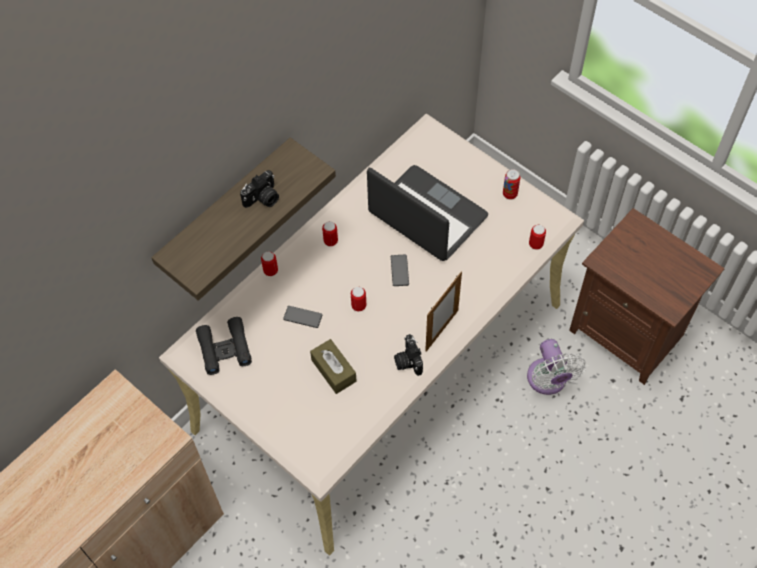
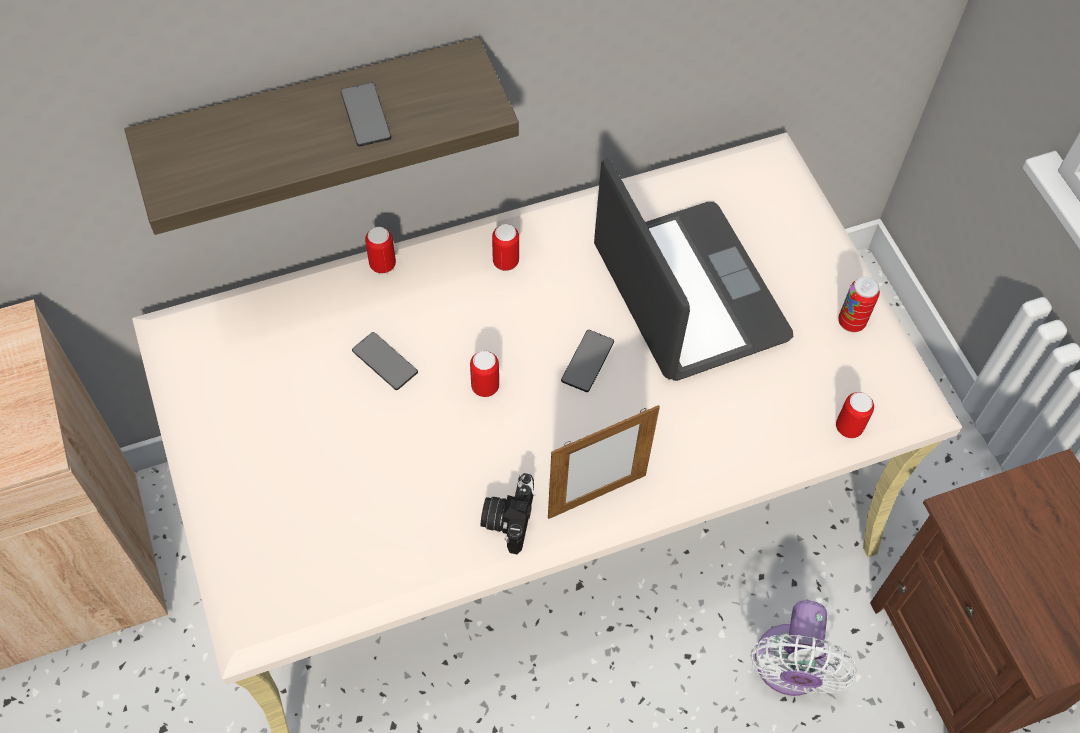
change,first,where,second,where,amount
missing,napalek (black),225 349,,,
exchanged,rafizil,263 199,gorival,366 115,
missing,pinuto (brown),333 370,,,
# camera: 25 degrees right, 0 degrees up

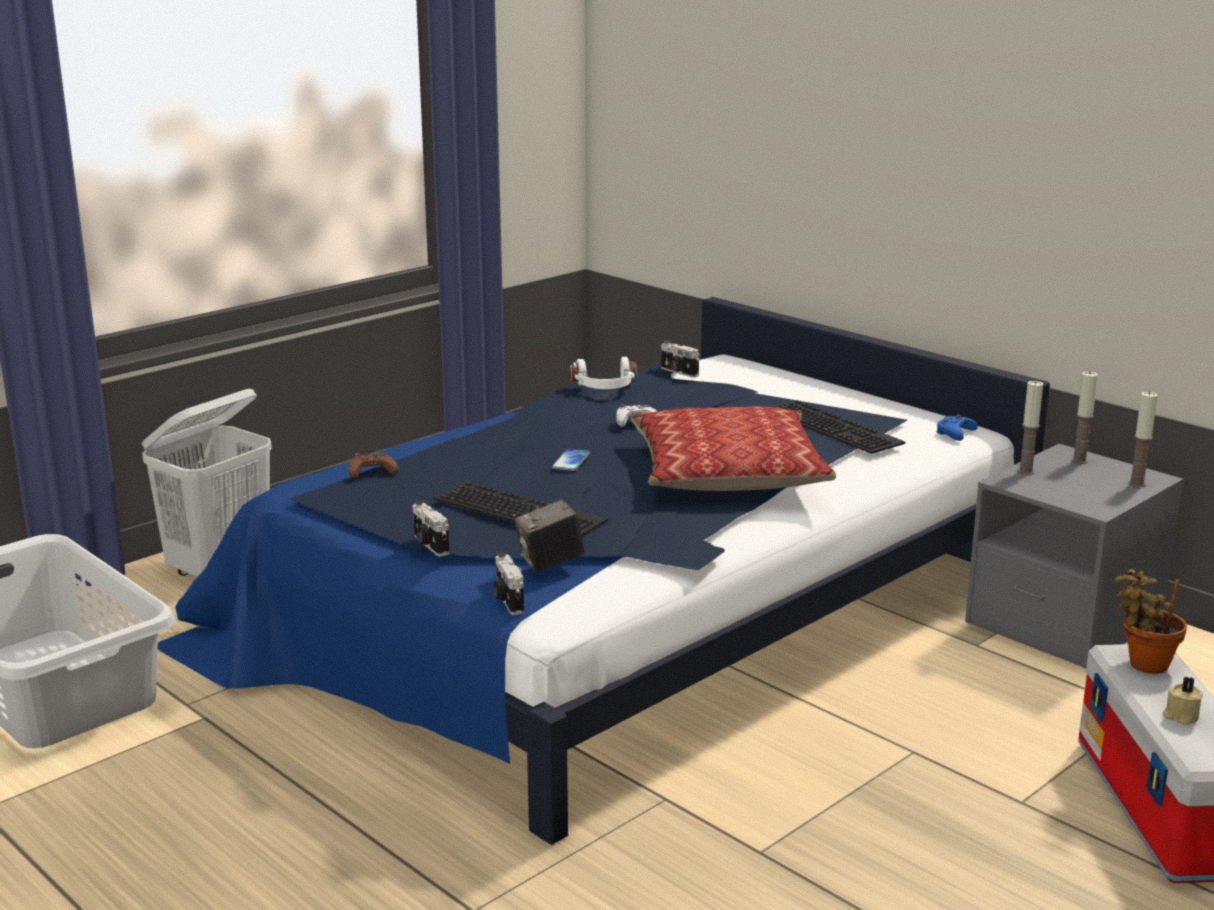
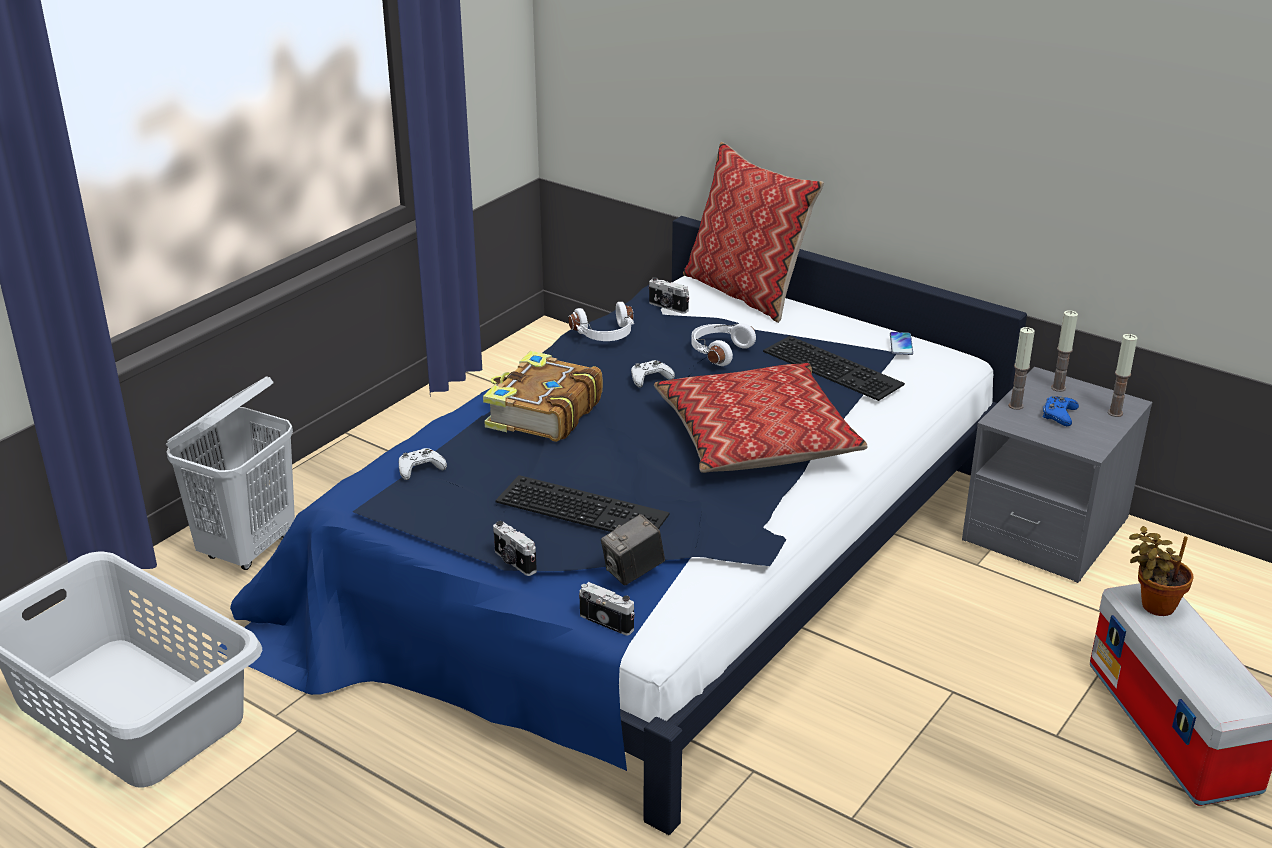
change,first,where,second,where,amount
colour,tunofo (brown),372 472,tunofo (white),420 469,
spun,rafizil,508 601,,608 621,150 degrees clockwise
relocated,gorival,571 461,,901 344,
relocated,tunofo (blue),955 433,,1059 415,
missing,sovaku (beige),1180 716,,,
appeared,,,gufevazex,542 413,
appeared,,,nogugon,746 292,
appeared,,,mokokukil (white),718 351,
# camera: 10 degrees left, 10 degrees up

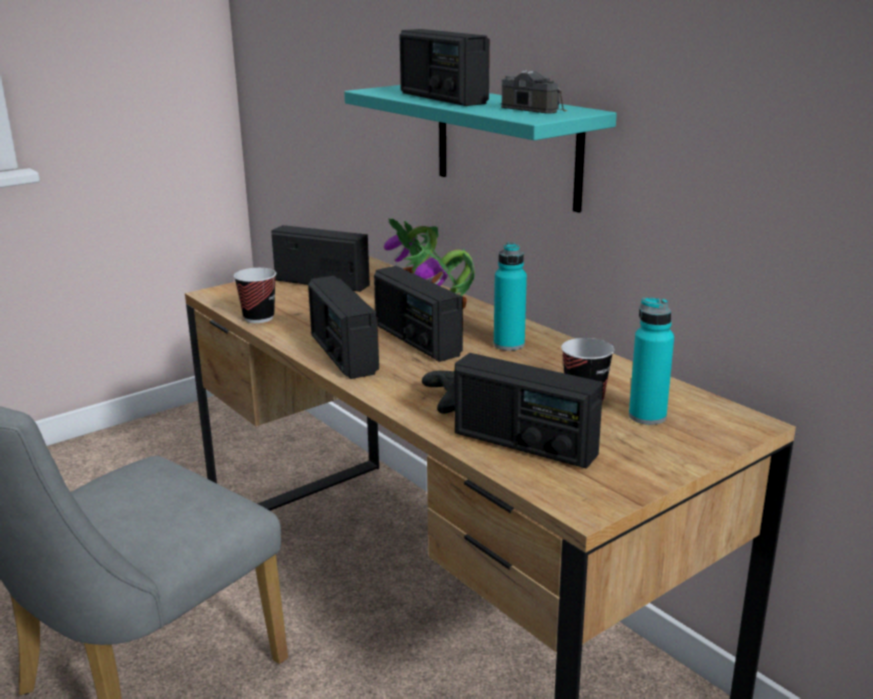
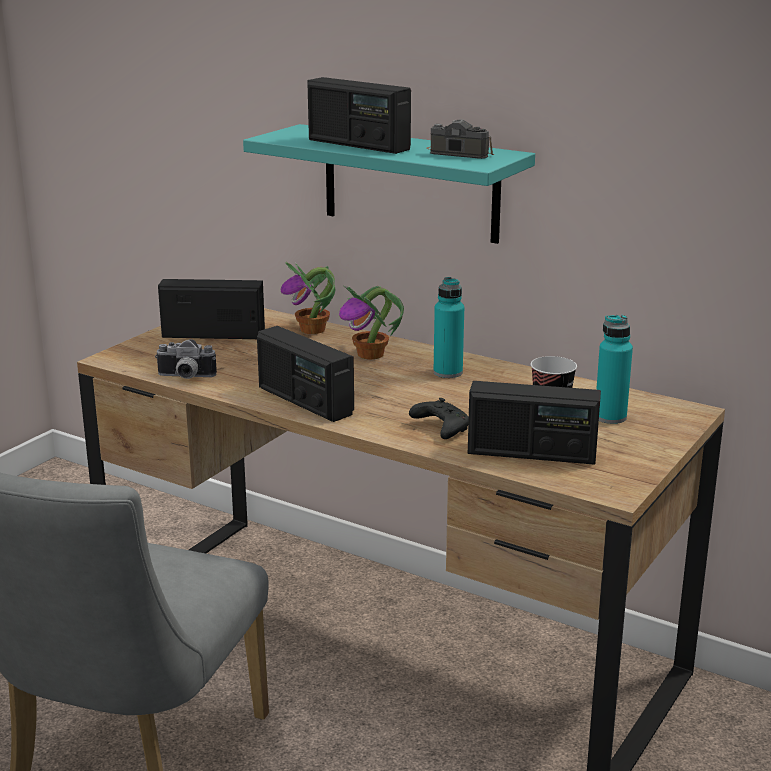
change,first,where,second,where,amount
exchanged,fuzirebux,259 318,rafizil,185 377,
missing,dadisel,416 341,,,
# camera: 20 degrees left, 0 degrees up

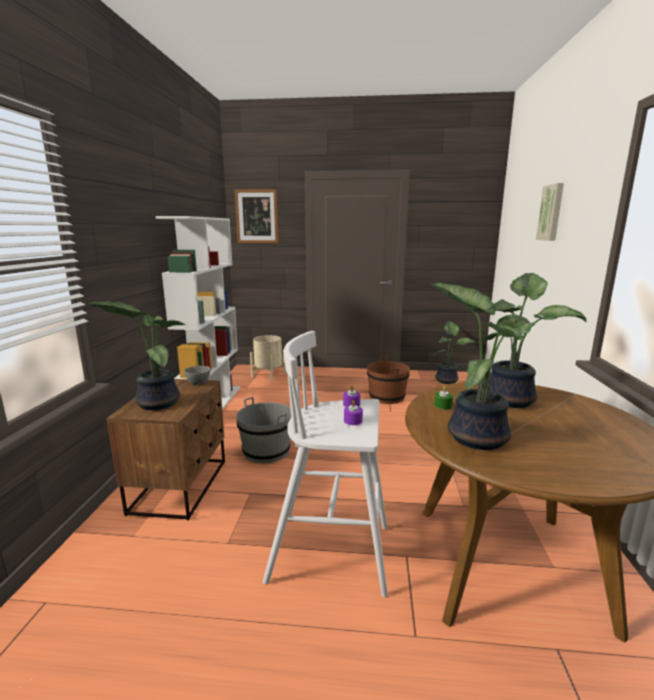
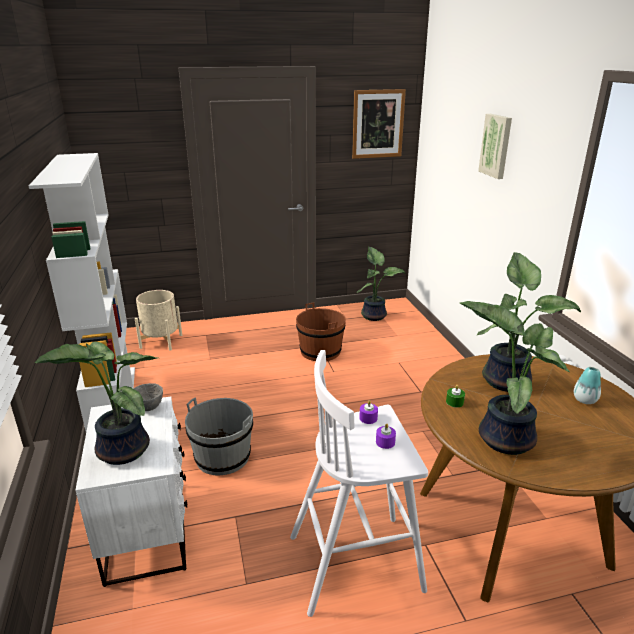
change,first,where,second,where,amount
colour,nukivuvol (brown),181 486,nukivuvol (white),148 529,
relocated,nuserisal,256 216,,378 124,
appeared,,,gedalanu,584 400,
# camera: 20 degrees left, 10 degrees up

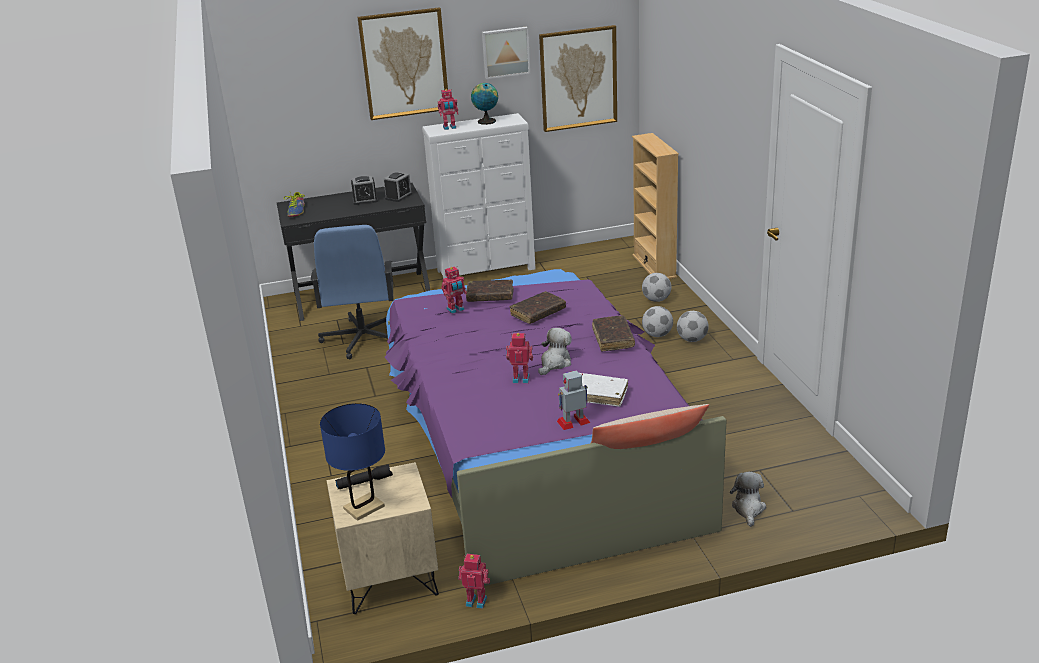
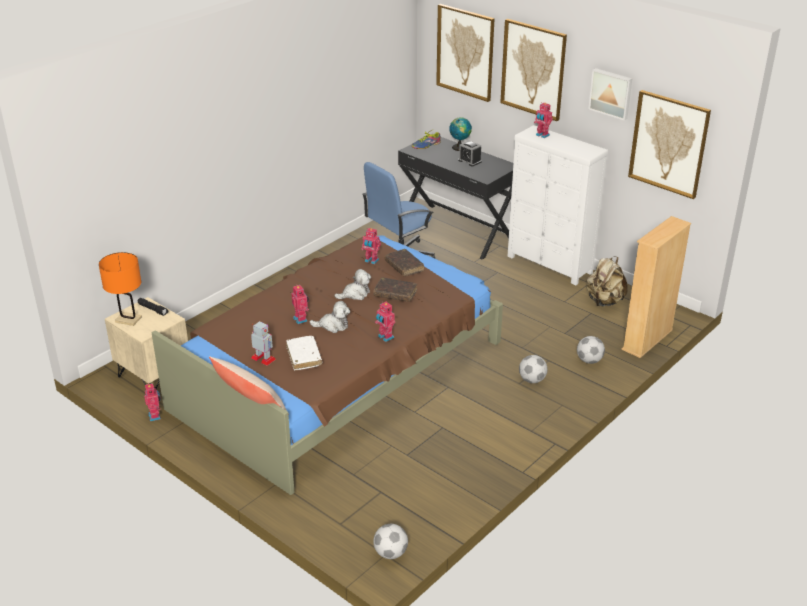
change,first,where,second,where,amount
colour,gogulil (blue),364 507,gogulil (orange),128 319,
missing,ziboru,398 196,,,
colour,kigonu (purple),534 436,kigonu (brown),341 373,
relocated,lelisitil,486 121,,459 147,
exchanged,gufevazex (brown),613 338,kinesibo,385 337,
relocated,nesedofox,692 340,,390 553,
relocated,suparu,748 509,,355 294,
appeared,,,nuserisal,465 52,
appeared,,,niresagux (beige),604 301,
# camera: 55 degrees right, 5 degrees up

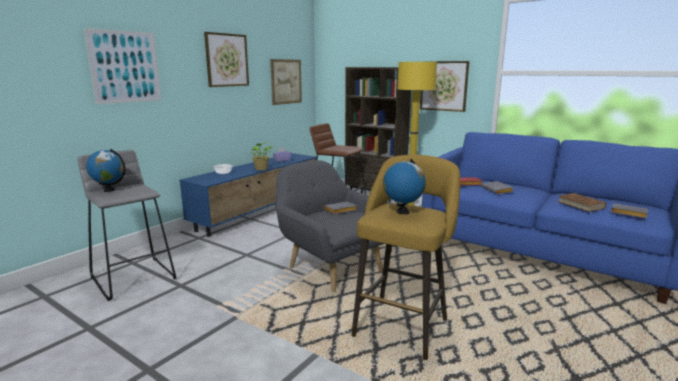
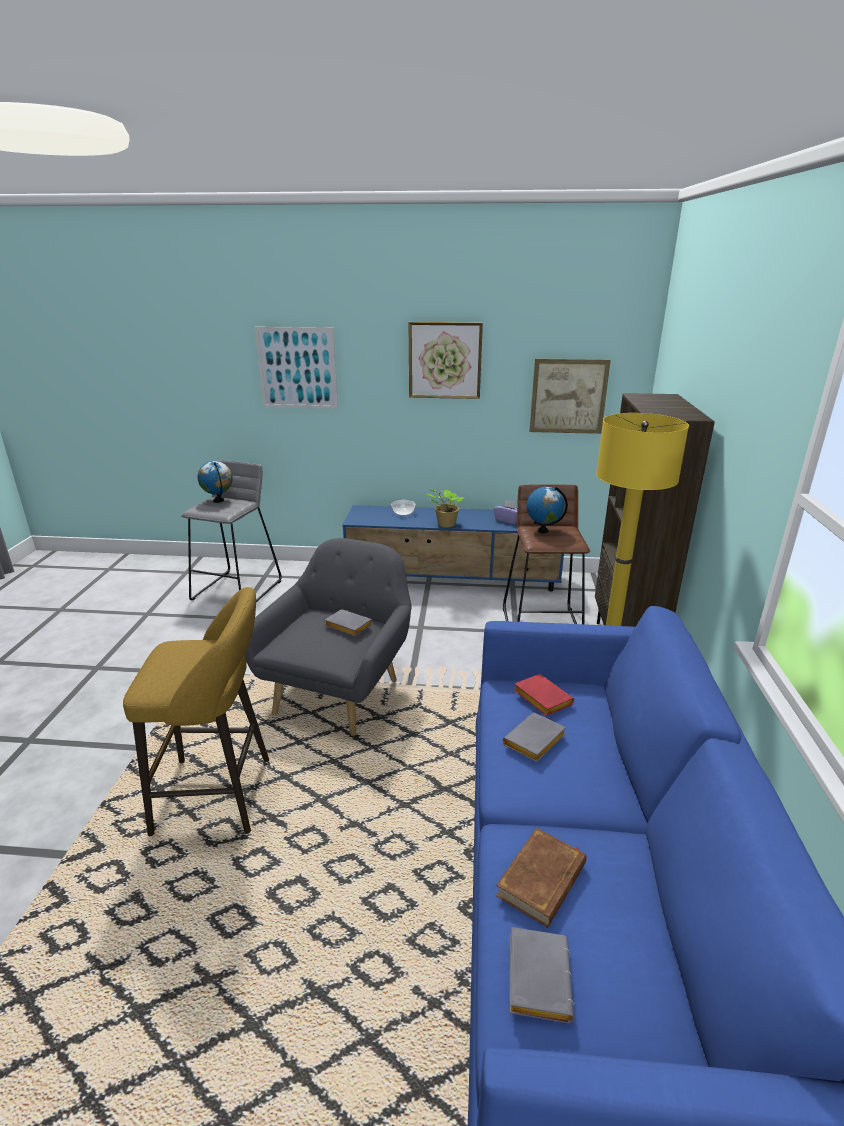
change,first,where,second,where,amount
relocated,lelisitil,402 212,,543 530,
missing,nuserisal,444 86,,,
# camera: 60 degrees right, 10 degrees up

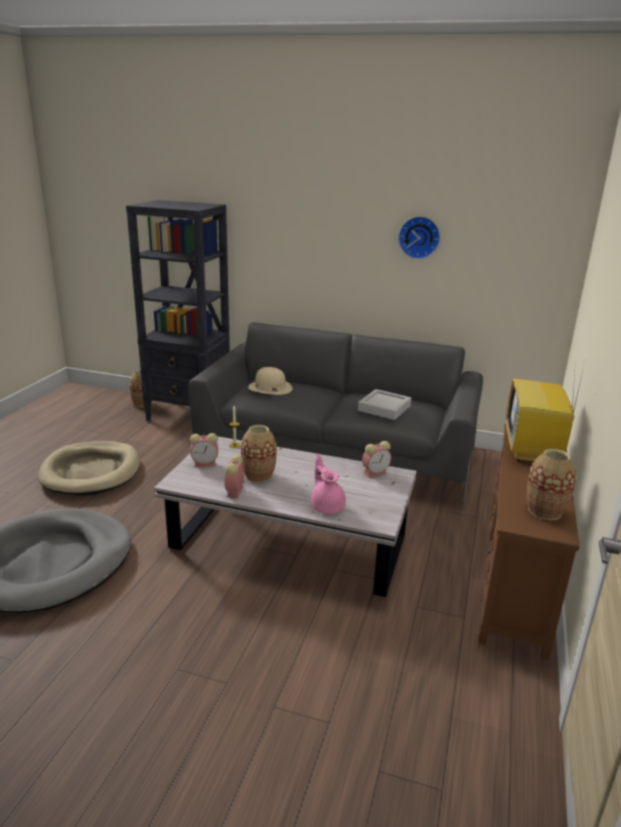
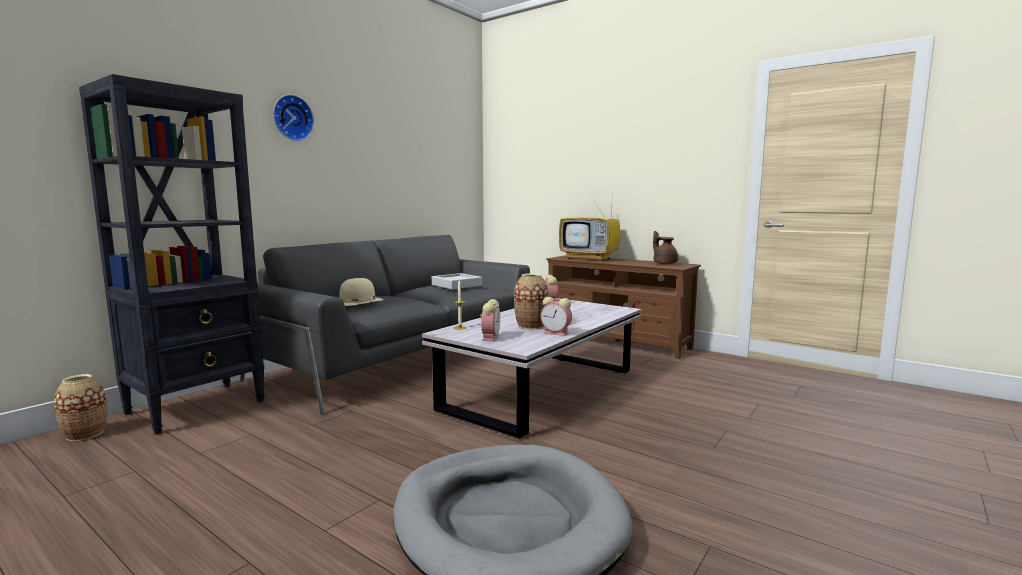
change,first,where,second,where,amount
missing,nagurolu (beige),91 472,,,
missing,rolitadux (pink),327 506,,,
relocated,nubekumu,419 237,,292 118,
exchanged,gedalanu,545 511,rolitadux (brown),664 263,
# camera: 70 degrees left, 15 degrees down

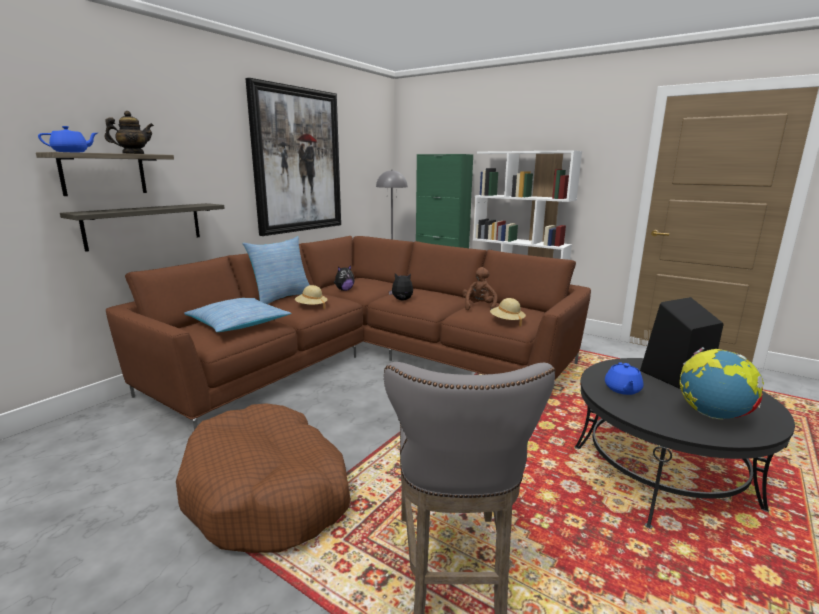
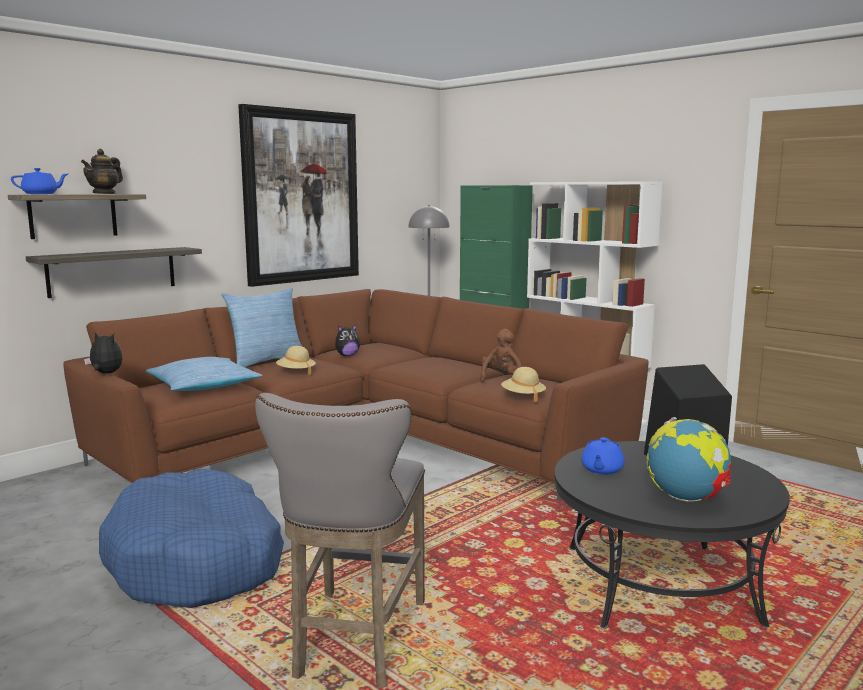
change,first,where,second,where,amount
spun,rolitadux,133 153,,104 193,135 degrees clockwise
colour,nagurolu (brown),268 493,nagurolu (blue),197 561,
relocated,suparu,402 300,,105 374,
# camera: 10 degrees right, 5 degrees down

